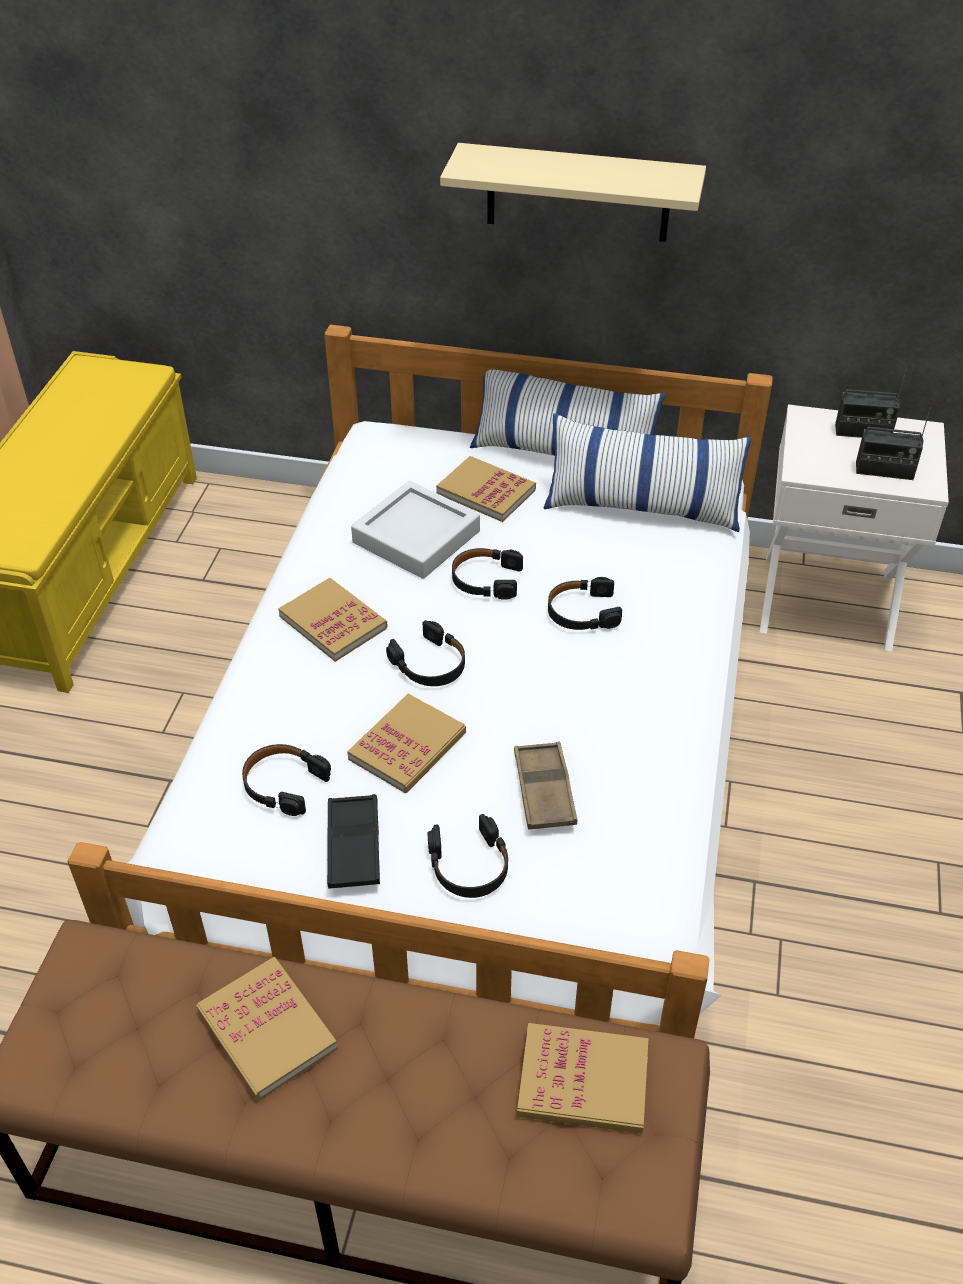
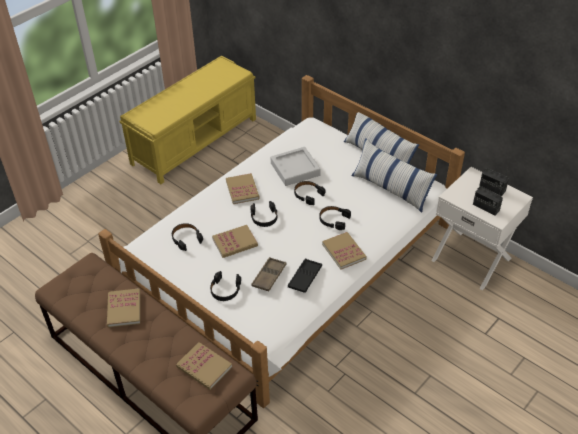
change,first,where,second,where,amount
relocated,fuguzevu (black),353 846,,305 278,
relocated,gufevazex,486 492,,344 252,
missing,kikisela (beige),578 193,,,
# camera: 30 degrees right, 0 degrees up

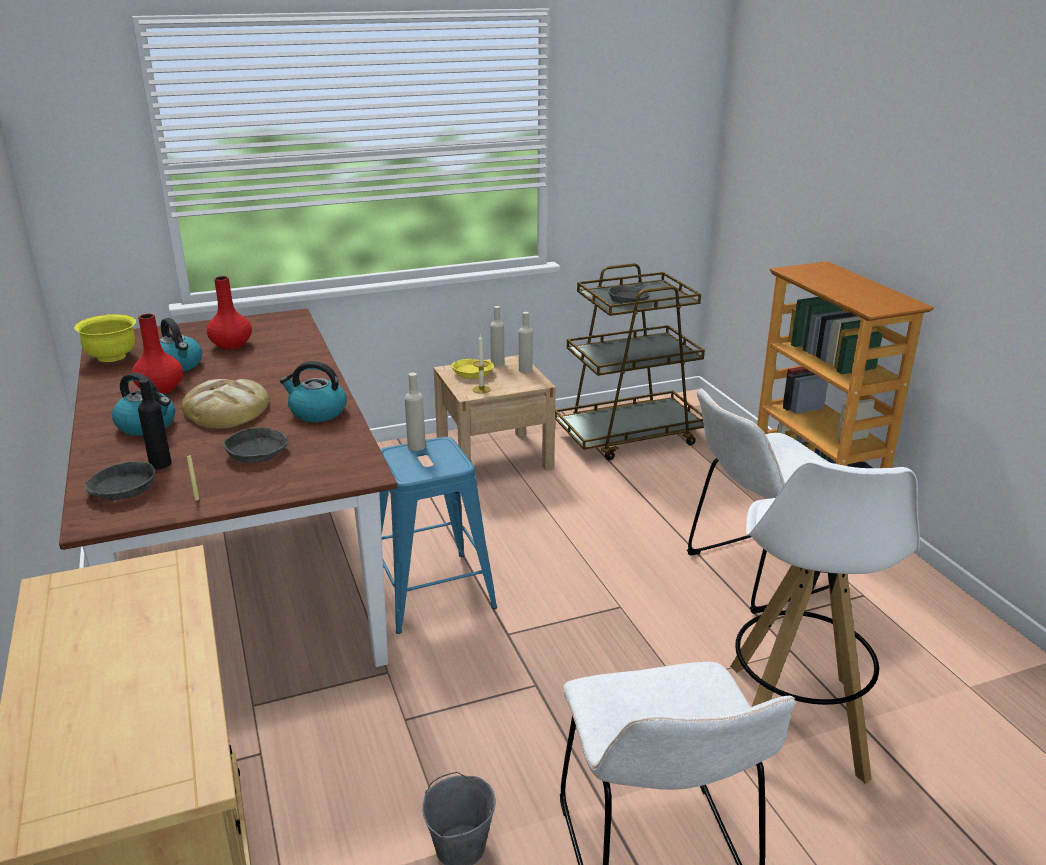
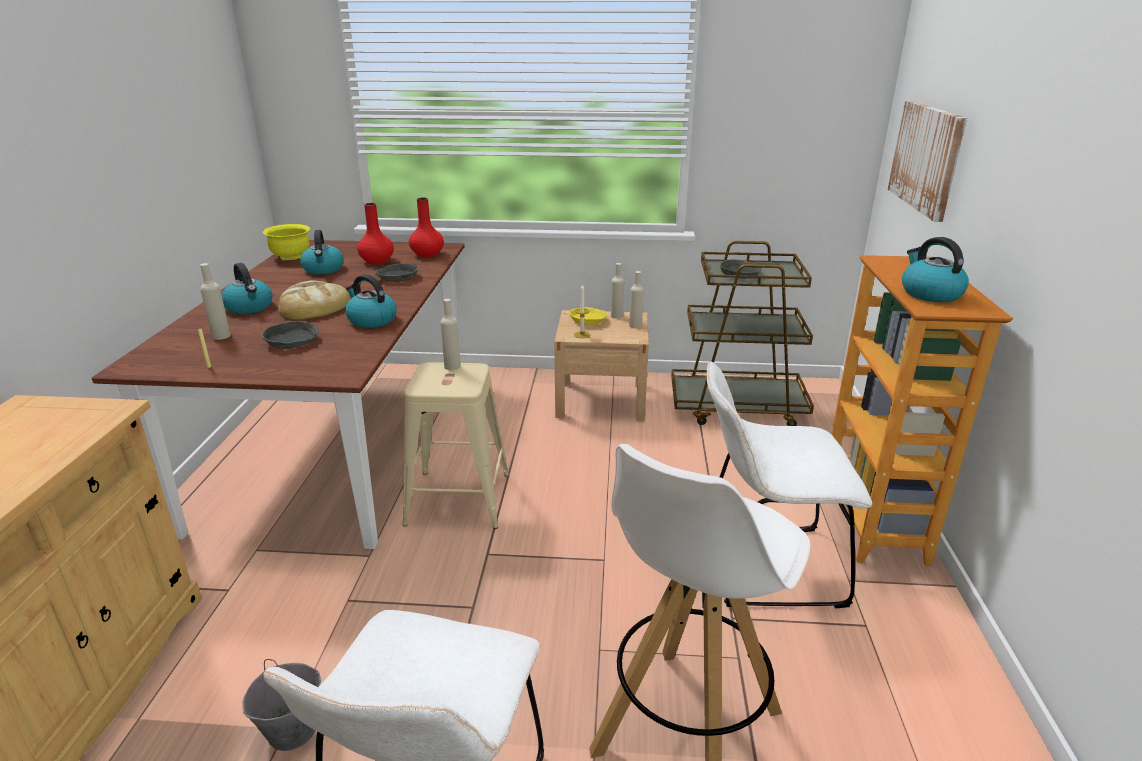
change,first,where,second,where,amount
relocated,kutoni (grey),122 489,,397 277,
relocated,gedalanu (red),161 389,,427 254,
colour,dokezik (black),160 464,dokezik (beige),221 336,
colour,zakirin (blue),431 591,zakirin (beige),458 498,
appeared,,,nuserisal,926 157,
appeared,,,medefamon,929 293,
# camera: 25 degrees right, 0 degrees up

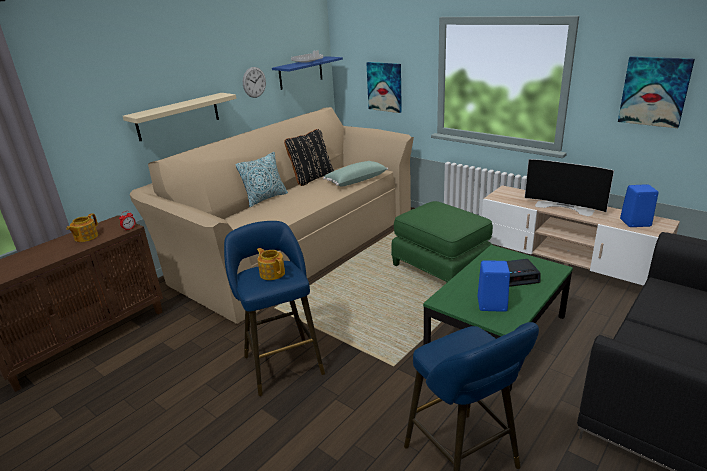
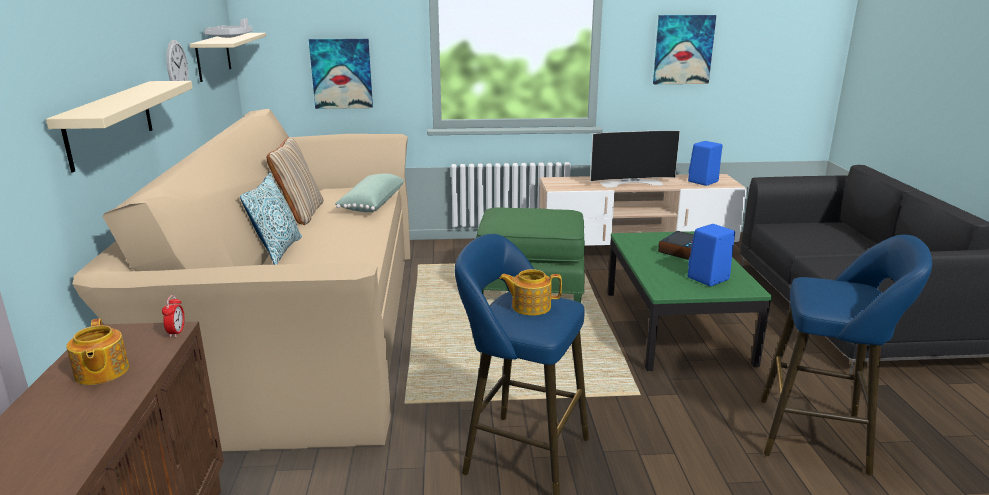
change,first,where,second,where,amount
colour,kikisela (blue),301 73,kikisela (beige),213 56,
colour,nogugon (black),312 178,nogugon (beige),300 214,
# camera: 45 degrees left, 5 degrees down

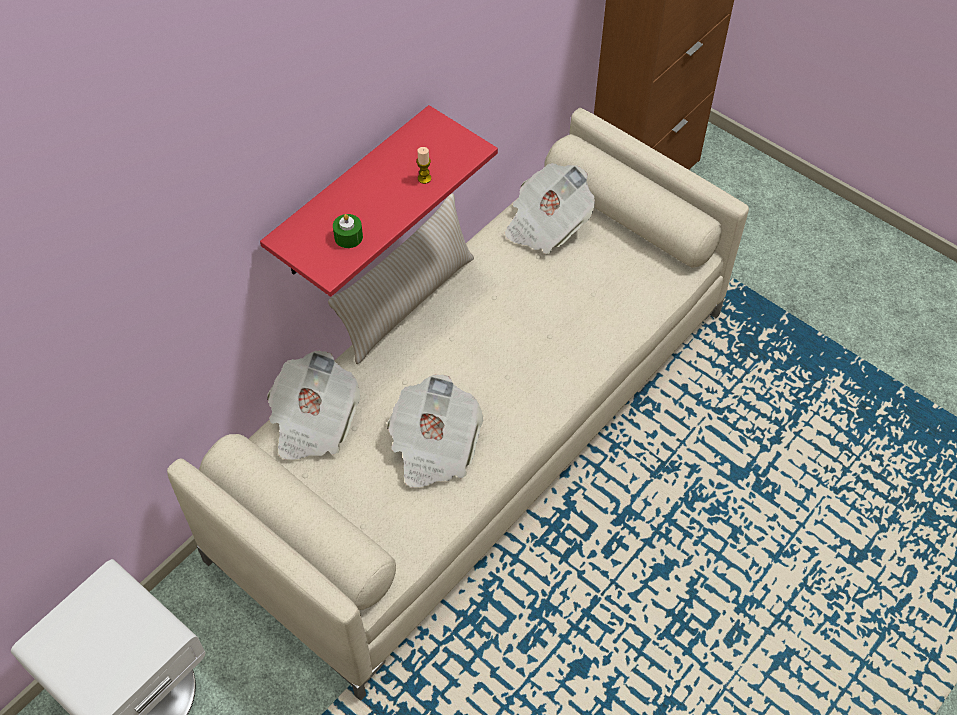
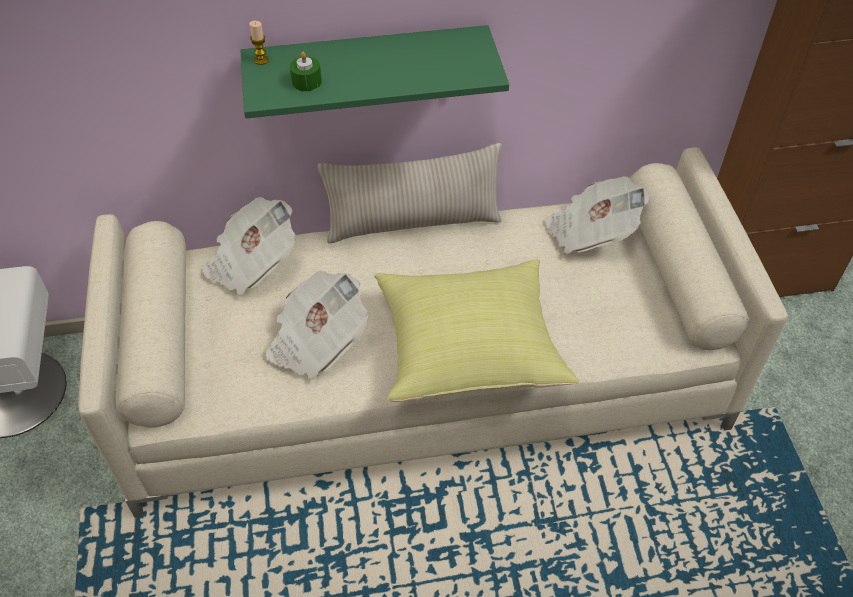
change,first,where,second,where,amount
colour,kikisela (red),351 196,kikisela (green),368 70,
relocated,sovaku,424 178,,261 60,
appeared,,,nogugon (yellow),470 348,
# camera: 40 degrees right, 5 degrees down

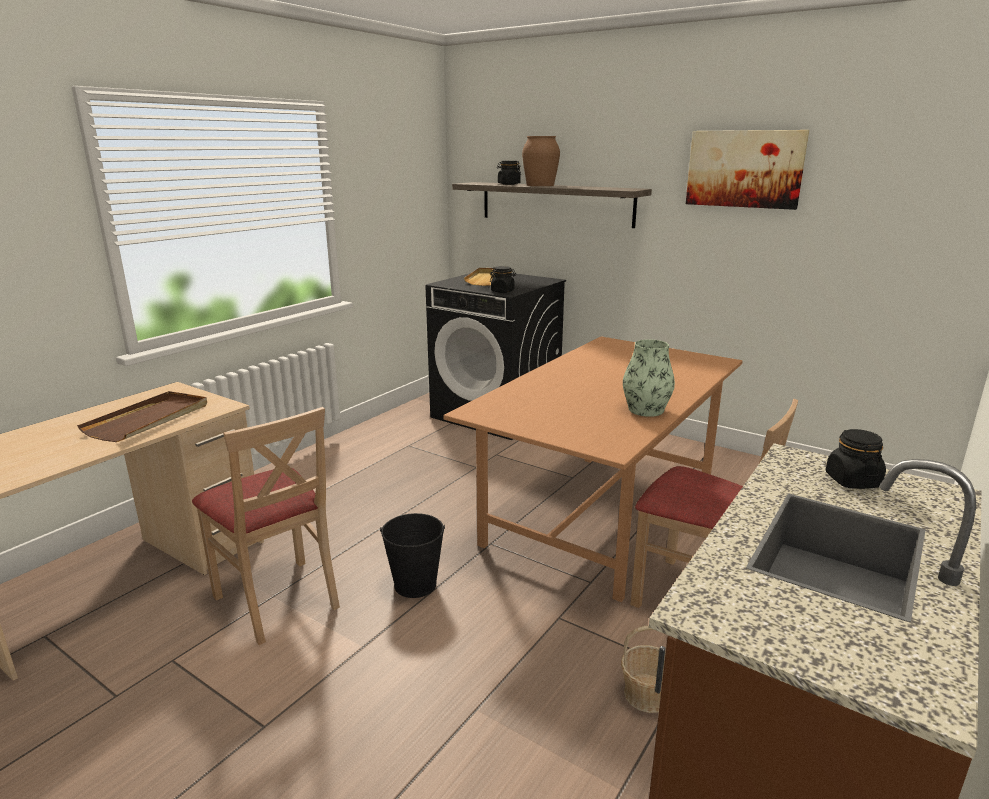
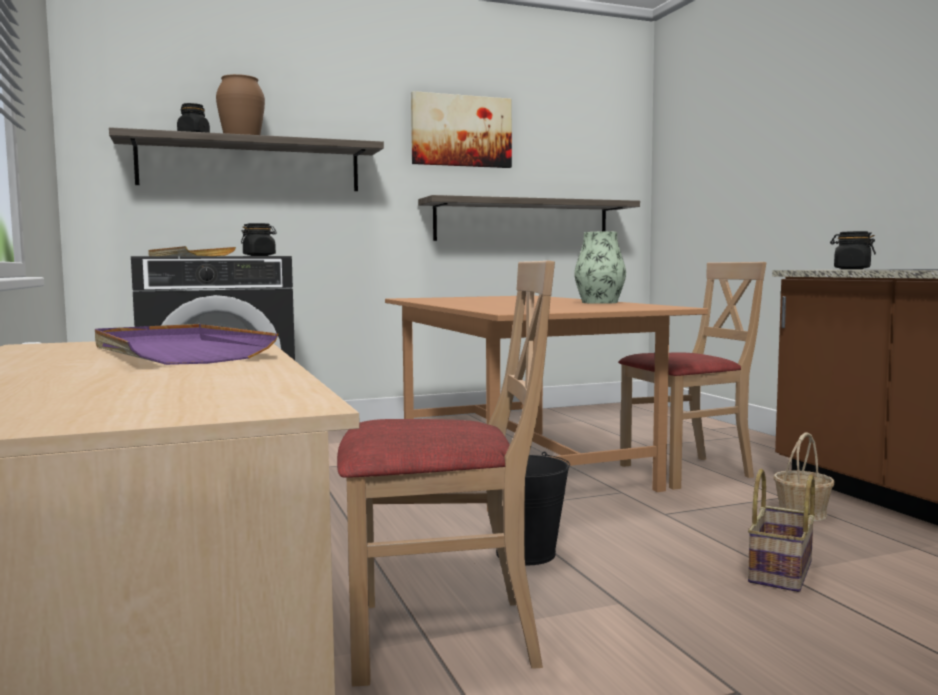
change,first,where,second,where,amount
colour,fuguzevu (brown),149 419,fuguzevu (purple),175 352,
appeared,,,kikisela,522 221,
appeared,,,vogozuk,782 573,
# camera: 55 degrees left, 15 degrees down

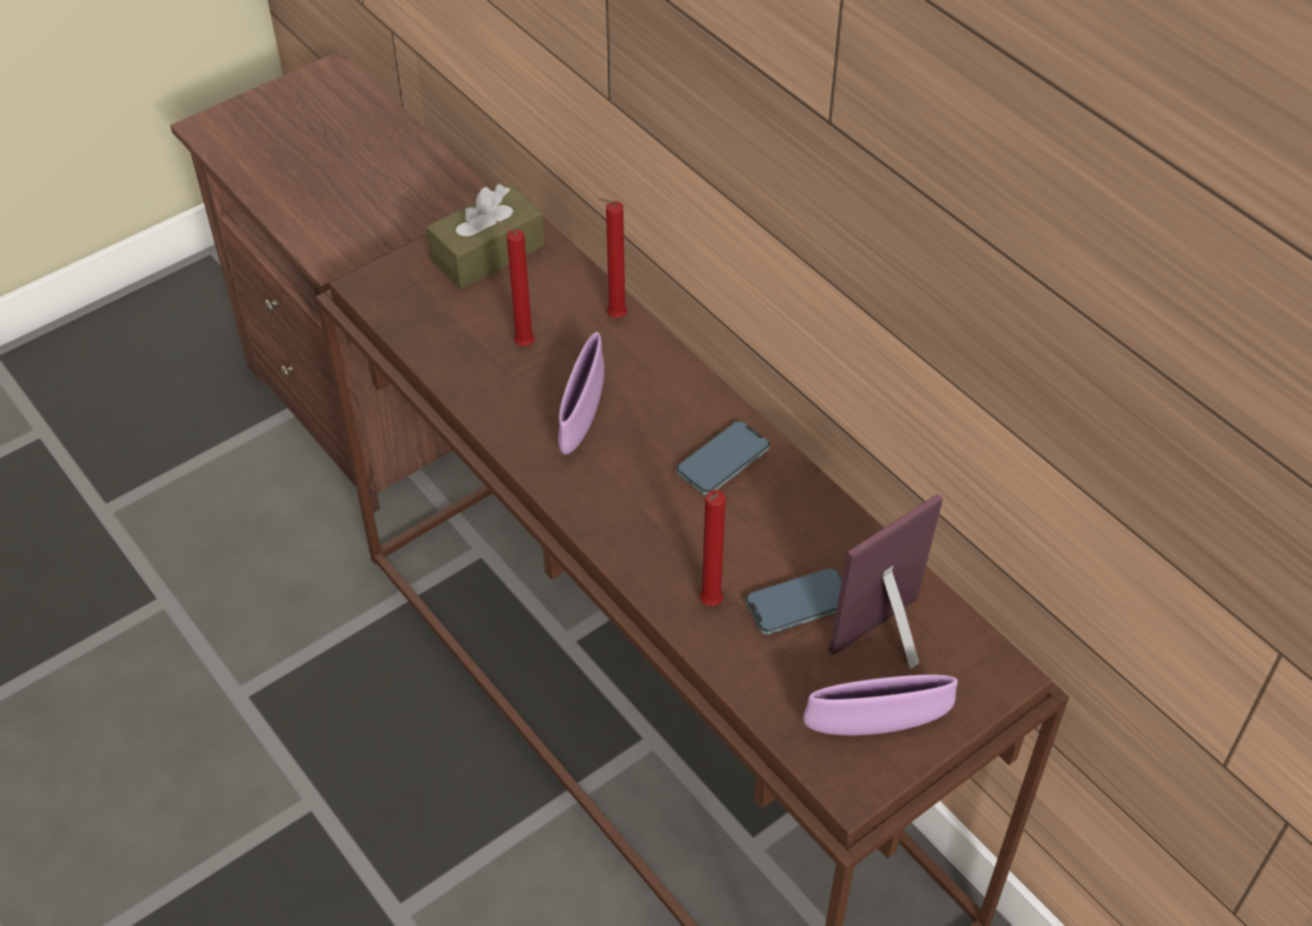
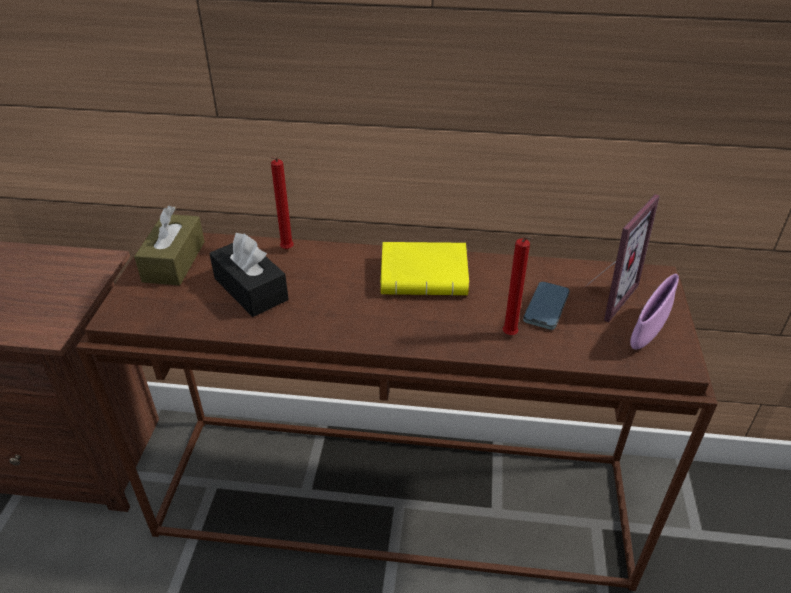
change,first,where,second,where,amount
exchanged,sovaku (red),521 344,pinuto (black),251 289,
missing,kutoni (purple),582 417,,,
exchanged,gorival,723 461,gufevazex (yellow),426 275,
spun,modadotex,893 644,,604 295,150 degrees counterclockwise
# camera: 45 degrees left, 10 degrees down

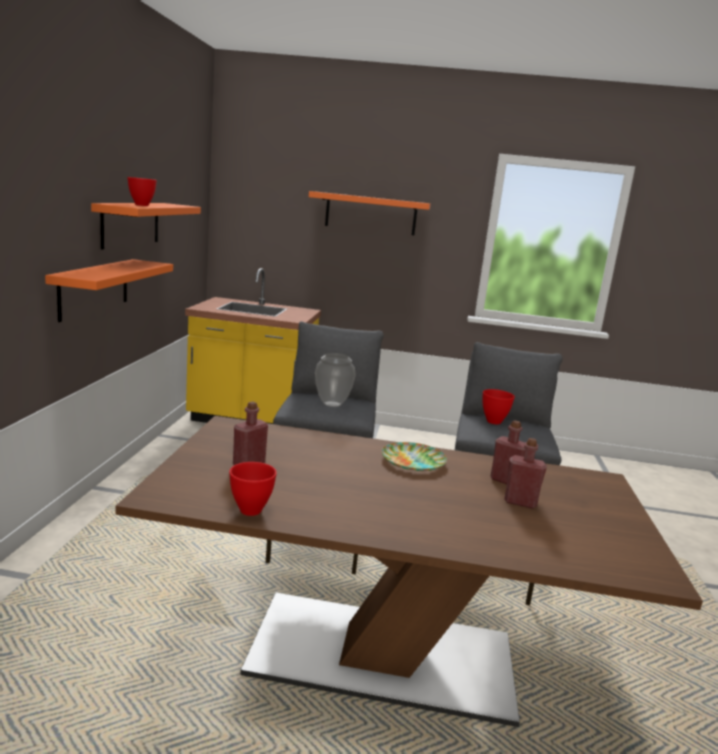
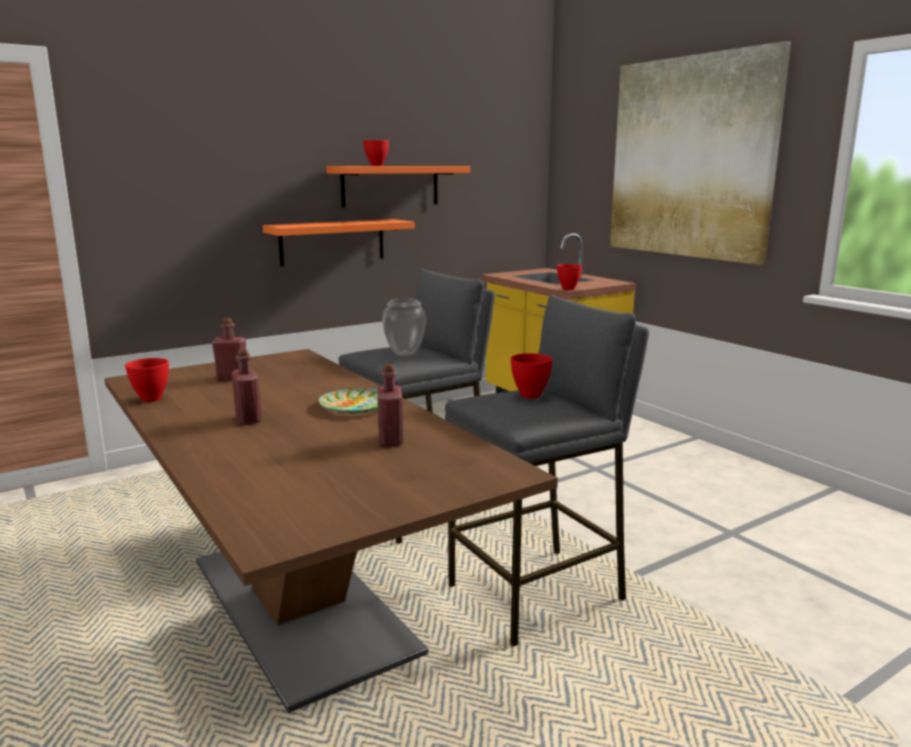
change,first,where,second,where,amount
exchanged,kikisela (orange),371 214,nuserisal,690 158,
relocated,dokezik (red),520 502,,248 419,
appeared,,,kutoni (red),569 289,
# camera: 50 degrees right, 0 degrees up

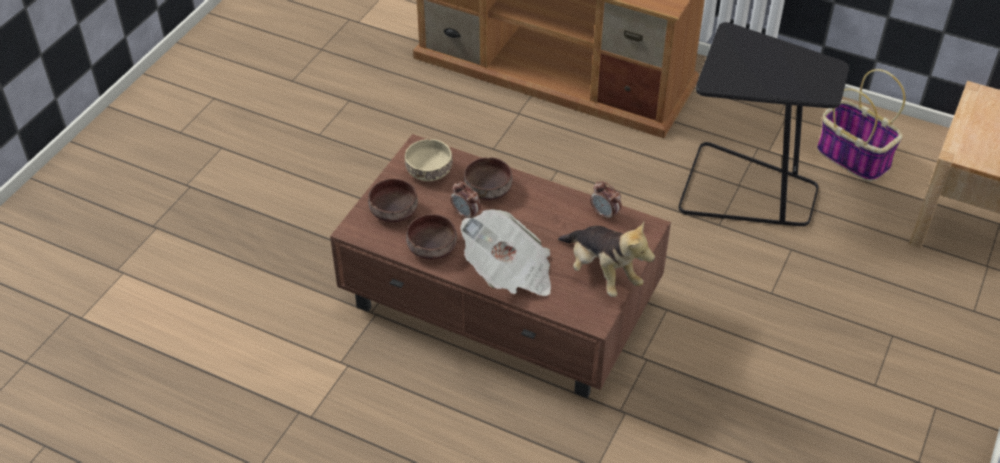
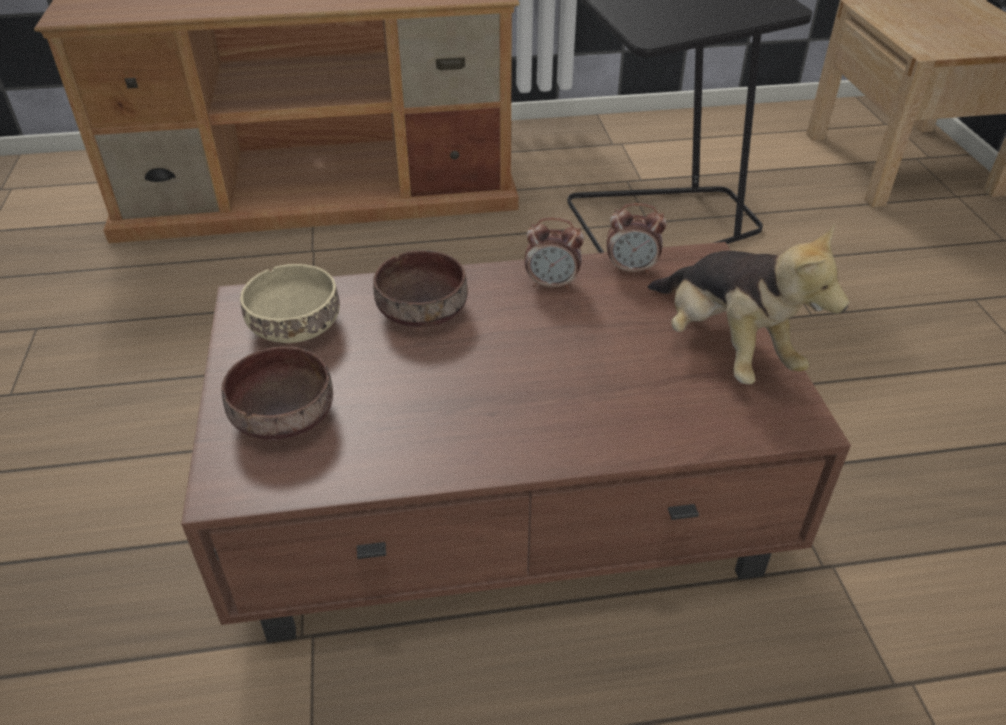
change,first,where,second,where,amount
missing,kutoni (brown),433 247,,,
relocated,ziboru,466 214,,552 284,
missing,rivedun,509 272,,,
spun,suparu,602 273,,723 348,45 degrees clockwise
missing,vogozuk,851 157,,,
# camera: 35 degrees left, 5 degrees down

